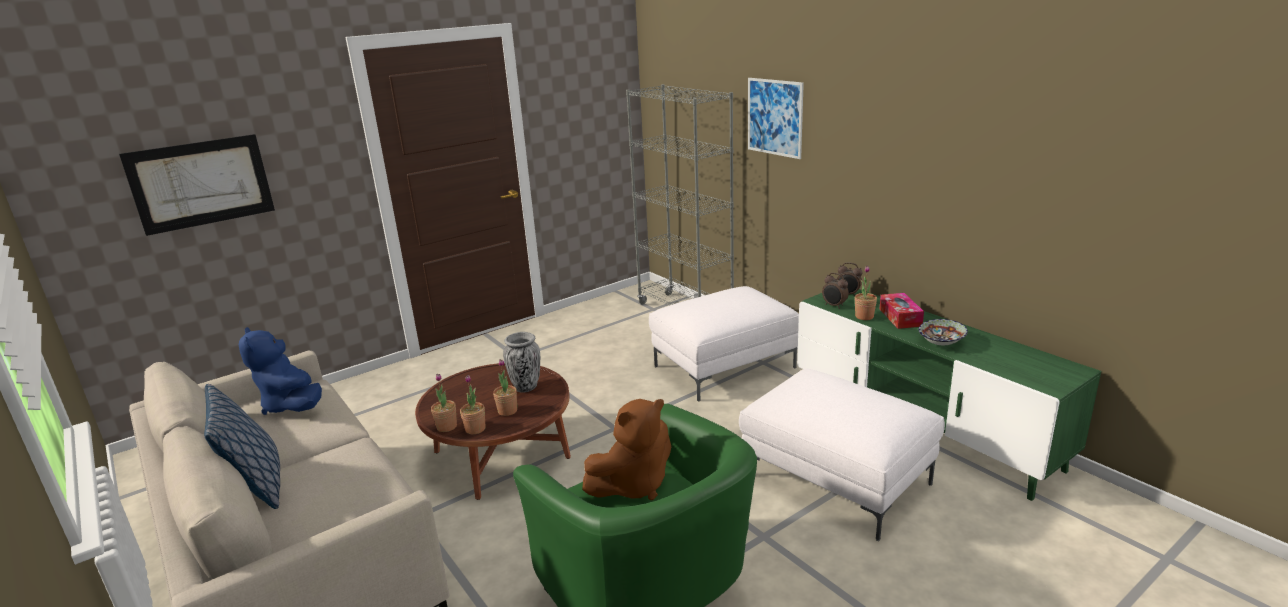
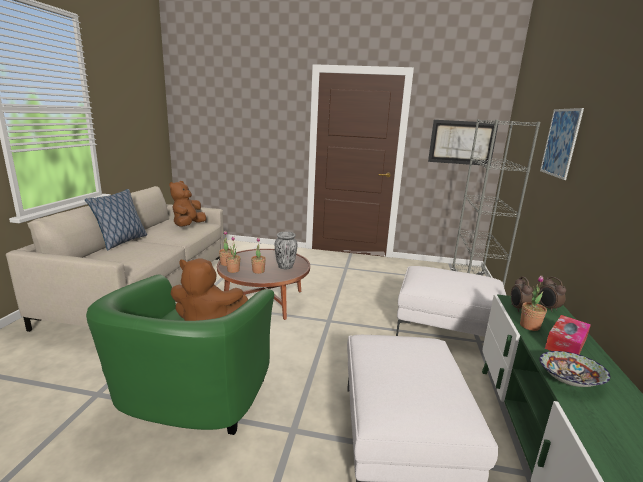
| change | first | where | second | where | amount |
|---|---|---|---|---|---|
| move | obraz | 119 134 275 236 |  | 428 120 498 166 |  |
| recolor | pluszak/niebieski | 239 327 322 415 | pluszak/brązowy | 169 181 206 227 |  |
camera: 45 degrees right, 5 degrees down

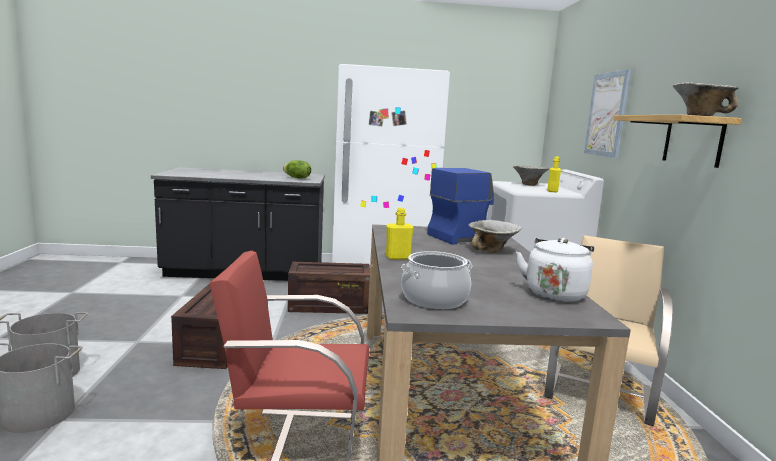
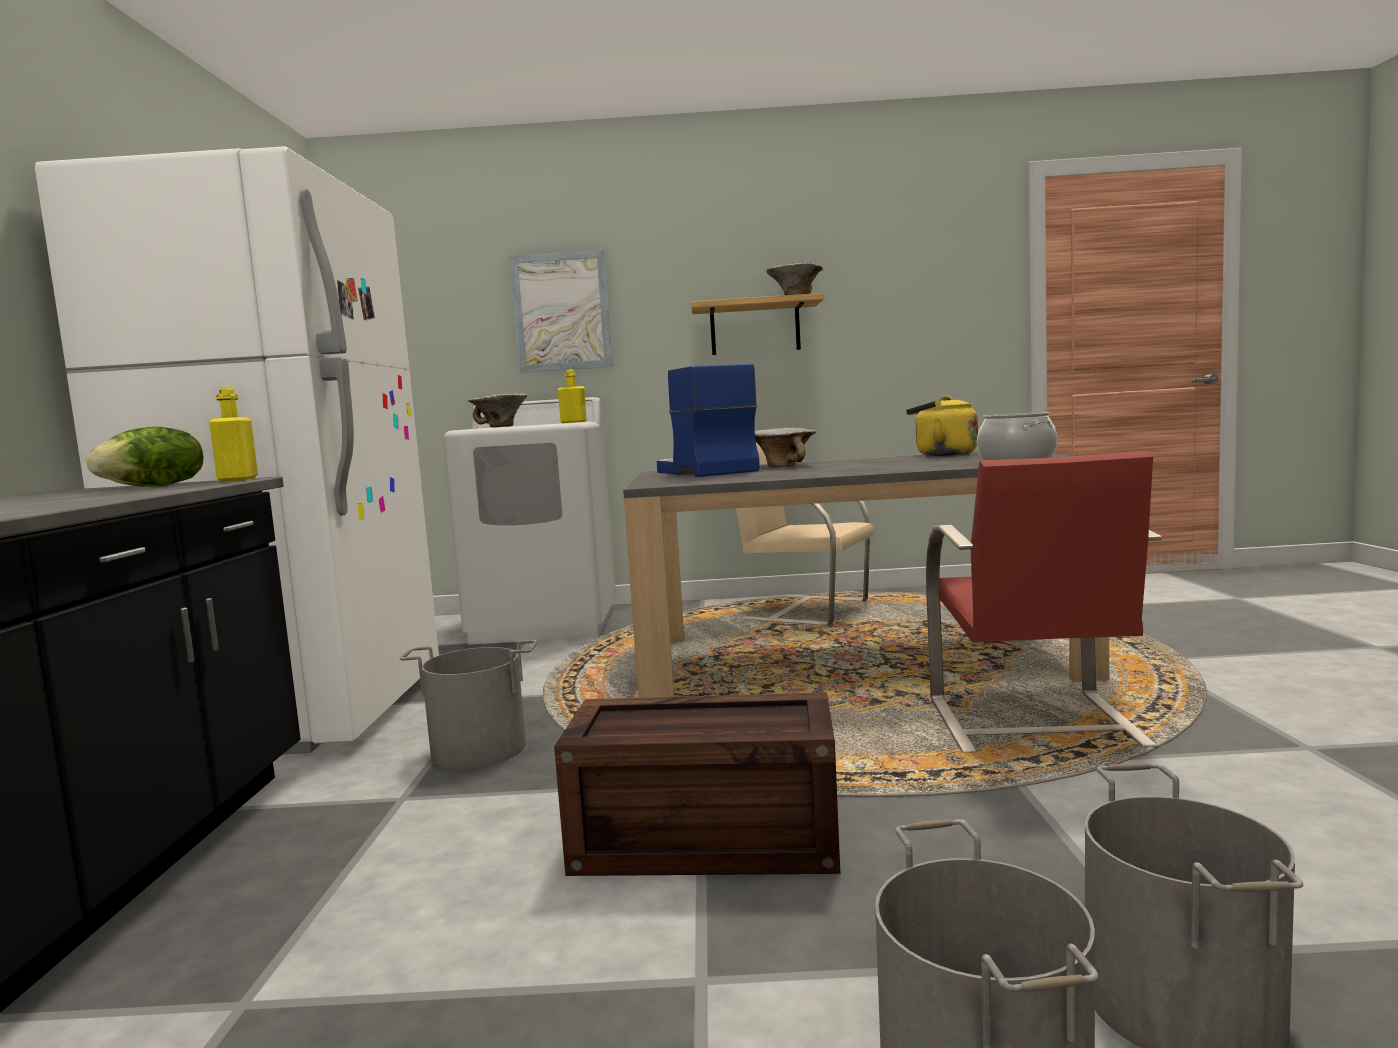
| change | first | where | second | where | amount |
|---|---|---|---|---|---|
| move | butelka/żółty | 386 208 414 260 |  | 209 387 258 482 |  |
| recolor | czajnik/biały | 516 238 594 302 | czajnik/żółty | 906 396 978 456 |  |
| replace | skrzynka | 288 262 370 314 | wiadro/szary | 400 640 537 769 |  |
camera: 85 degrees left, 5 degrees down

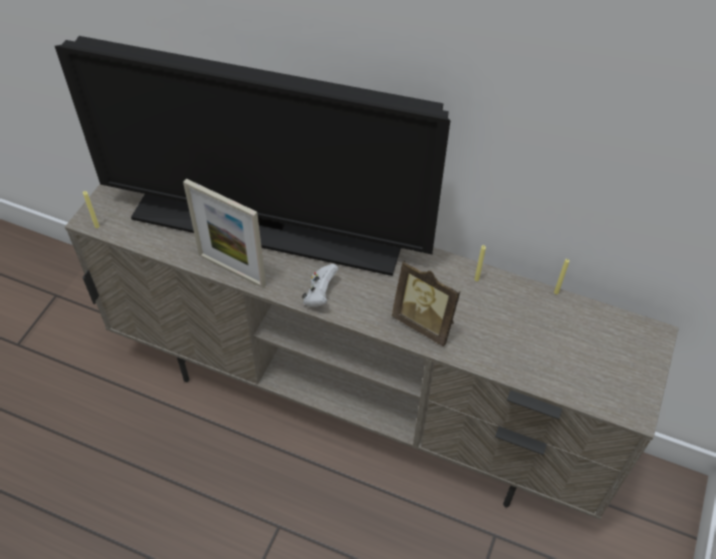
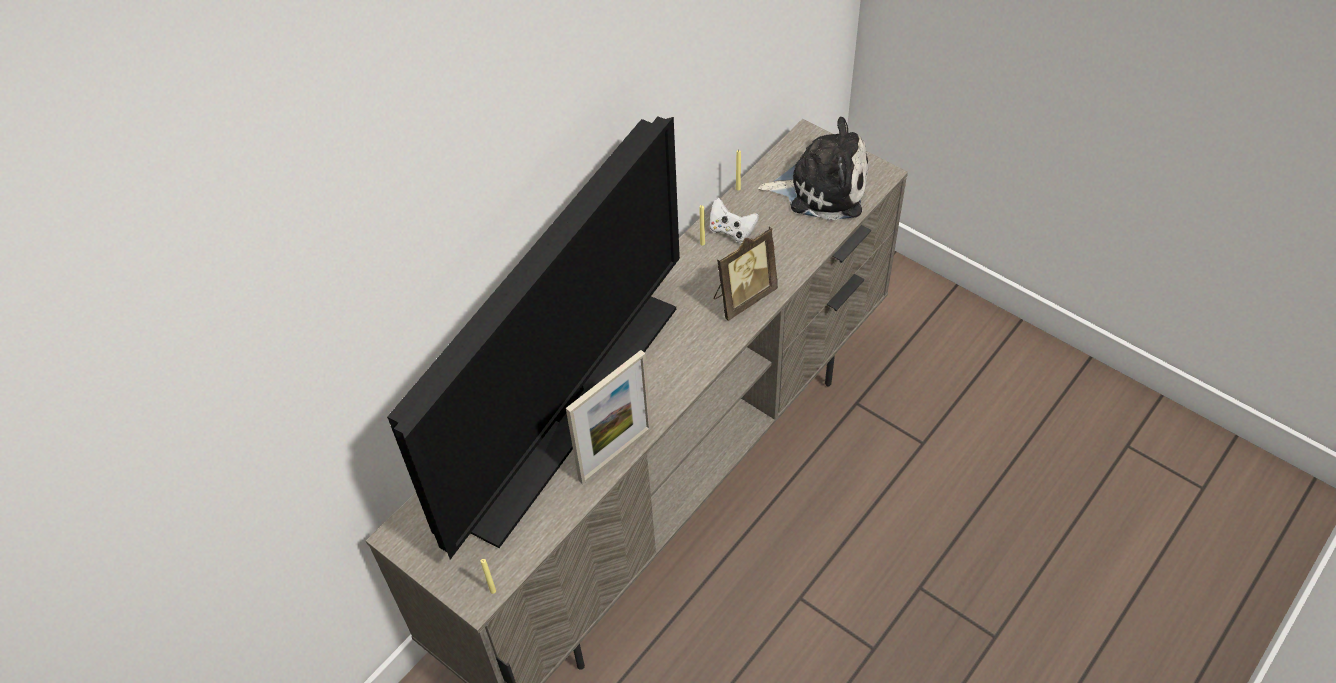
| change | first | where | second | where | amount |
|---|---|---|---|---|---|
| move | pad do gier/biały | 302 264 339 307 |  | 709 198 759 243 |  |
| insert |  |  | pluszak | 758 117 868 221 |  |
camera: 70 degrees left, 0 degrees up

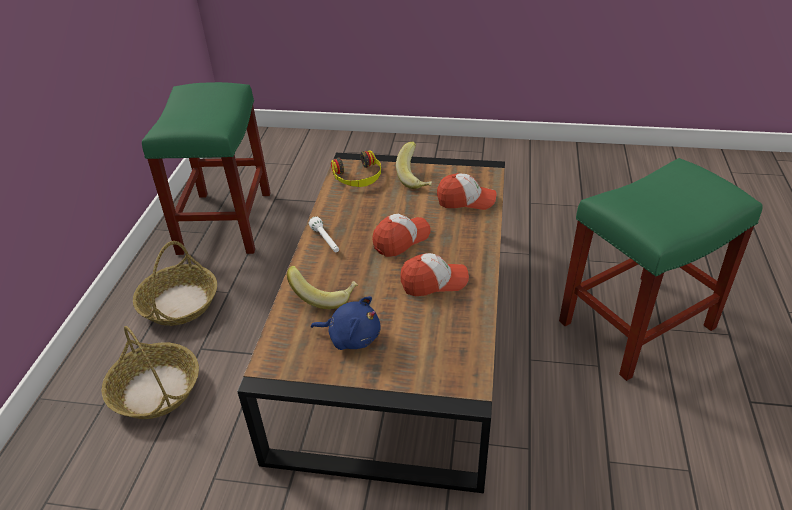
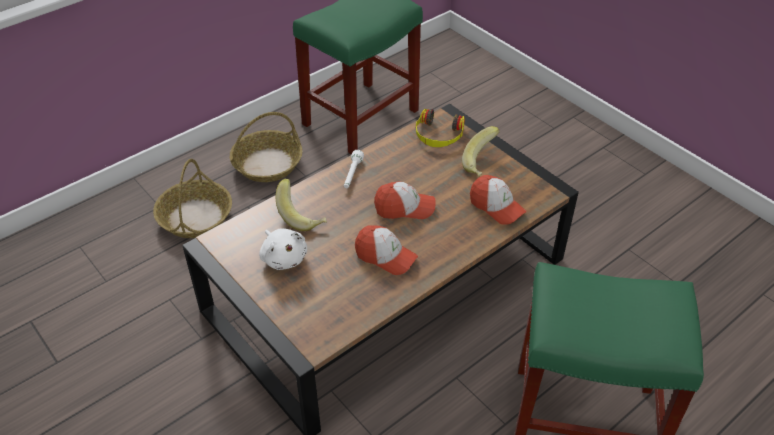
| change | first | where | second | where | amount |
|---|---|---|---|---|---|
| recolor | pluszak/niebieski | 311 296 381 350 | pluszak/biały | 259 228 307 270 |  |
camera: 40 degrees right, 5 degrees up

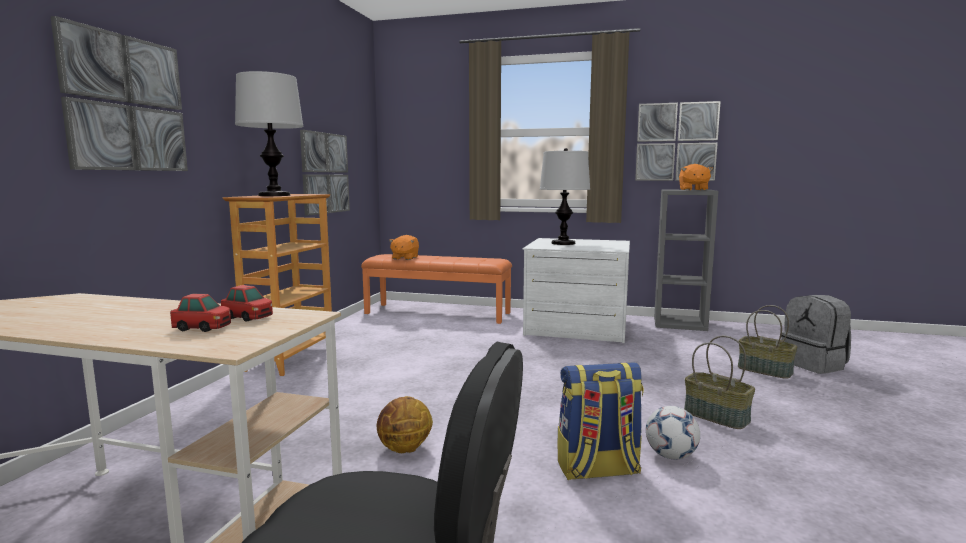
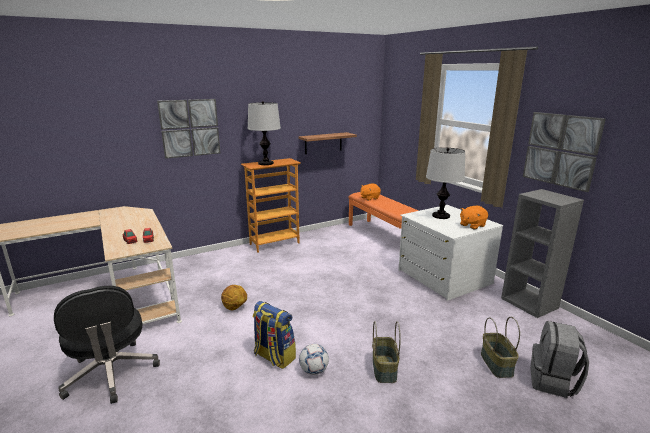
| change | first | where | second | where | amount |
|---|---|---|---|---|---|
| replace | obraz | 300 130 350 216 | półka | 299 132 357 154 |  |
| move | pluszak/pomarańczowy | 679 164 713 190 |  | 460 206 488 229 |  |
camera: 45 degrees right, 10 degrees up

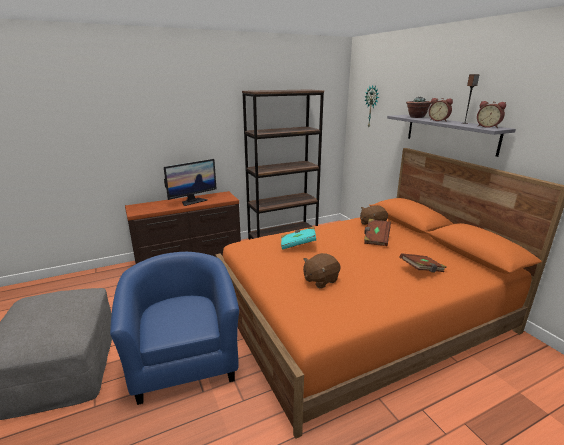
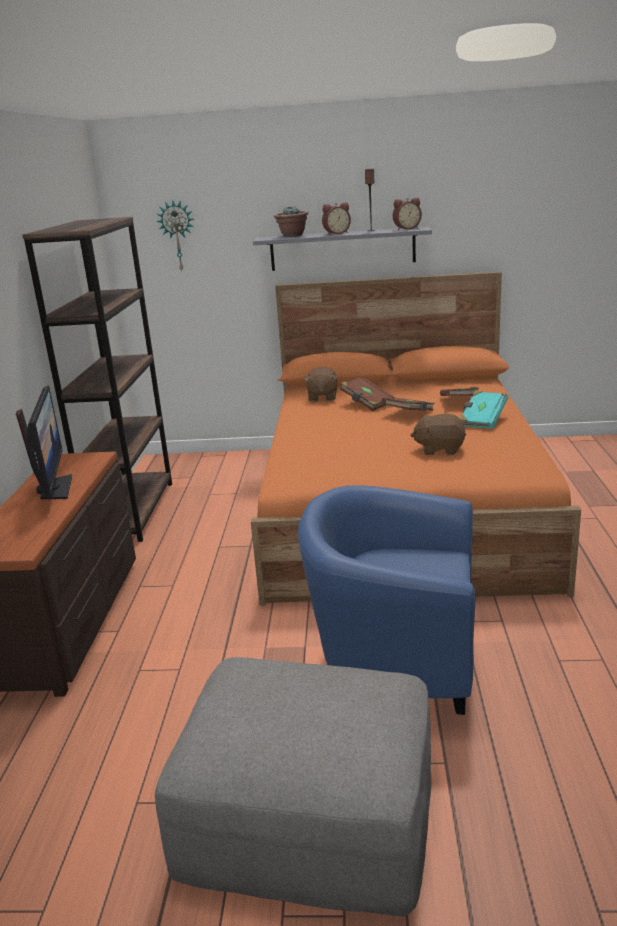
| change | first | where | second | where | amount |
|---|---|---|---|---|---|
| move | książka/turkusowy | 281 227 316 250 |  | 460 390 508 429 |  |
| rotate | pluszak/brązowy | 303 253 341 289 |  | 411 414 466 455 | 105 degrees clockwise |
| insert |  |  | książka/brązowy | 382 398 435 411 |  |
camera: 60 degrees left, 0 degrees up

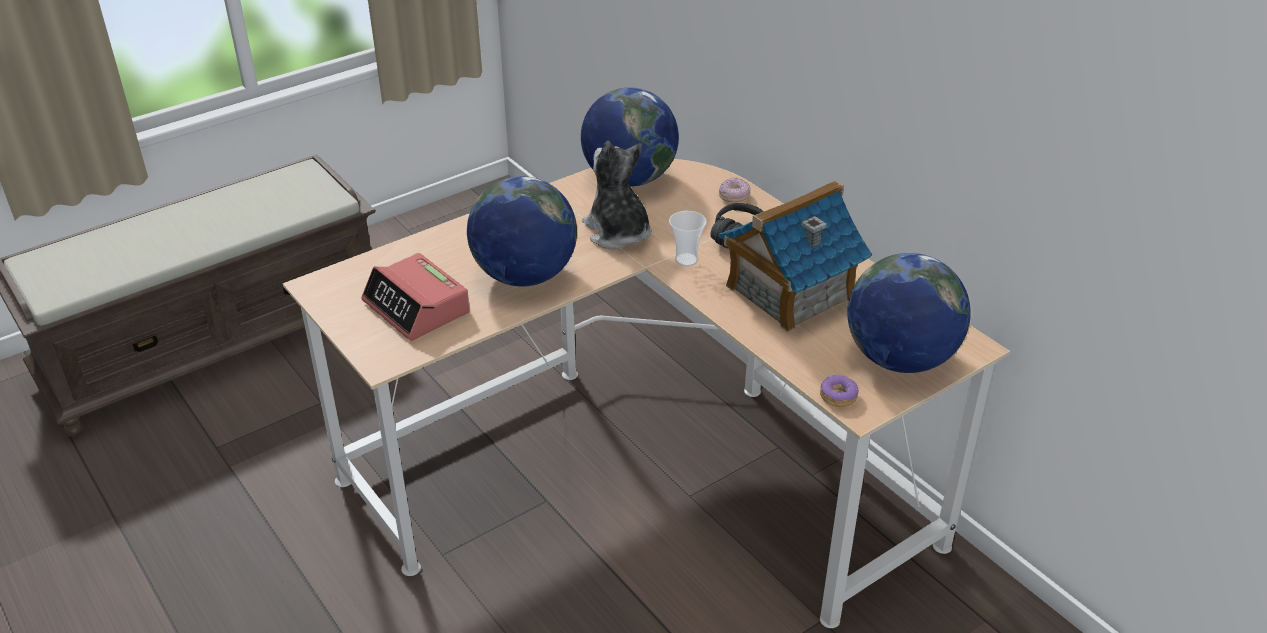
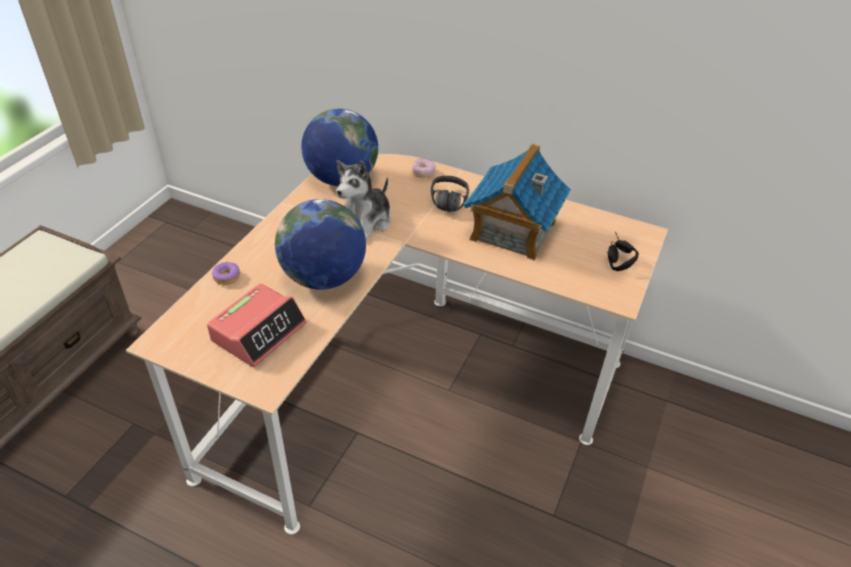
| change | first | where | second | where | amount |
|---|---|---|---|---|---|
| rotate | pluszak | 582 141 651 249 |  | 336 161 391 240 | 90 degrees counterclockwise |
| delete | filiżanka | 669 211 706 267 |  |  |  |
| rotate | budzik | 361 253 470 341 |  | 207 283 307 367 | 75 degrees counterclockwise |
| replace | globus | 847 253 971 373 | słuchawki/czarny | 607 232 639 271 |  |
| move | donut | 820 375 859 407 |  | 212 262 240 285 |  |
camera: 30 degrees left, 5 degrees up

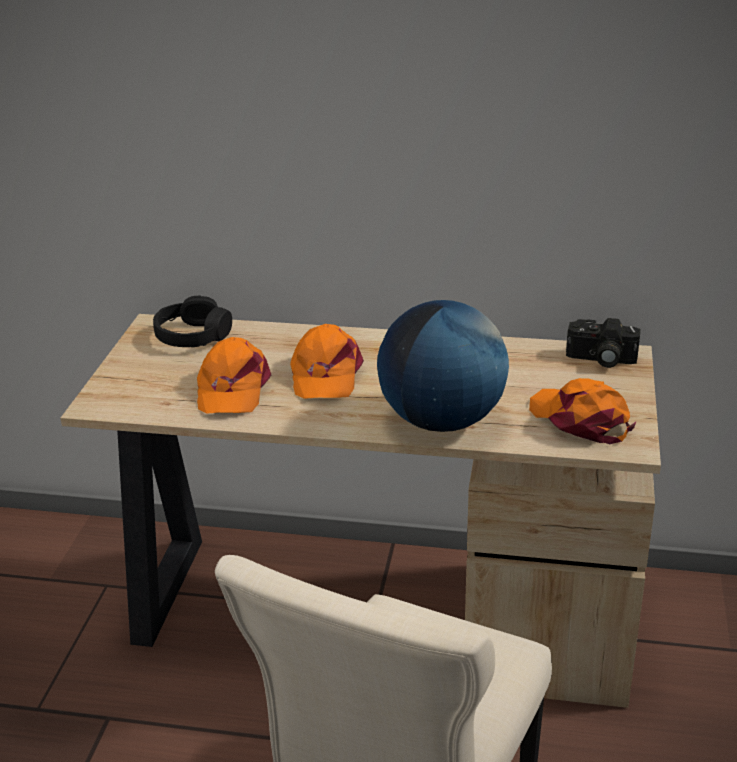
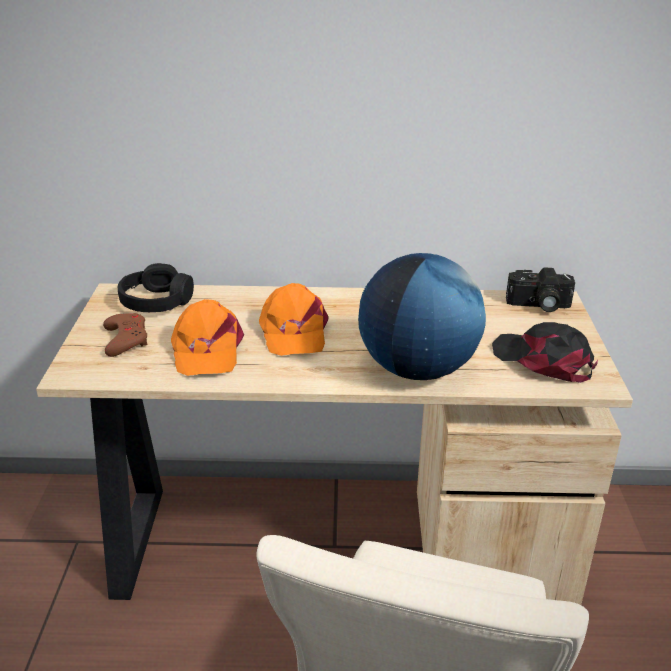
| change | first | where | second | where | amount |
|---|---|---|---|---|---|
| recolor | czapka z daszkiem/pomarańczowy | 529 378 636 444 | czapka z daszkiem/czarny | 492 322 598 383 |  |
| insert |  |  | pad do gier/brązowy | 103 313 147 357 |  |
camera: 10 degrees left, 0 degrees up

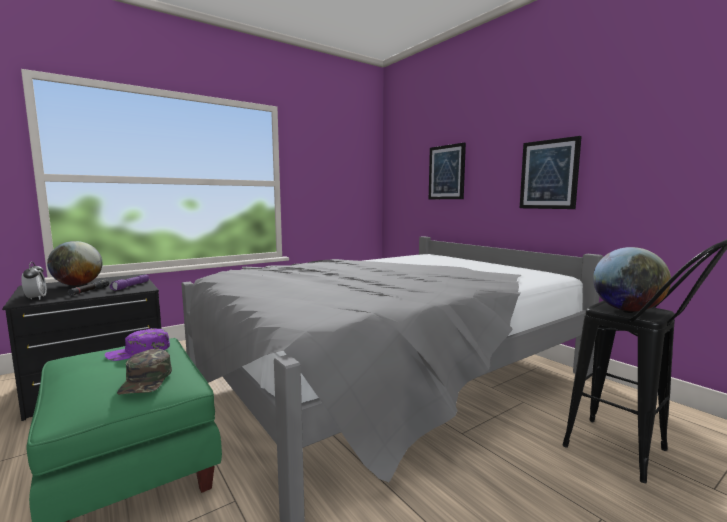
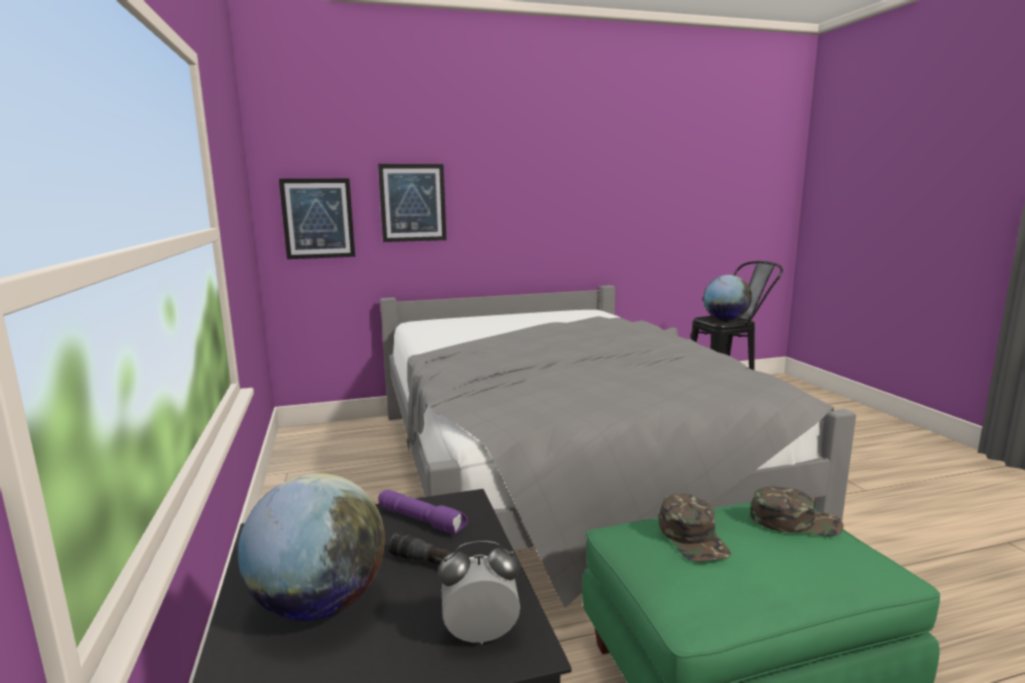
| change | first | where | second | where | amount |
|---|---|---|---|---|---|
| move | obraz | 520 136 582 209 |  | 279 178 355 259 |  |
| recolor | czapka z daszkiem/fioletowy | 105 328 170 361 | czapka z daszkiem/zielony | 659 493 731 562 |  |
camera: 70 degrees left, 5 degrees up

